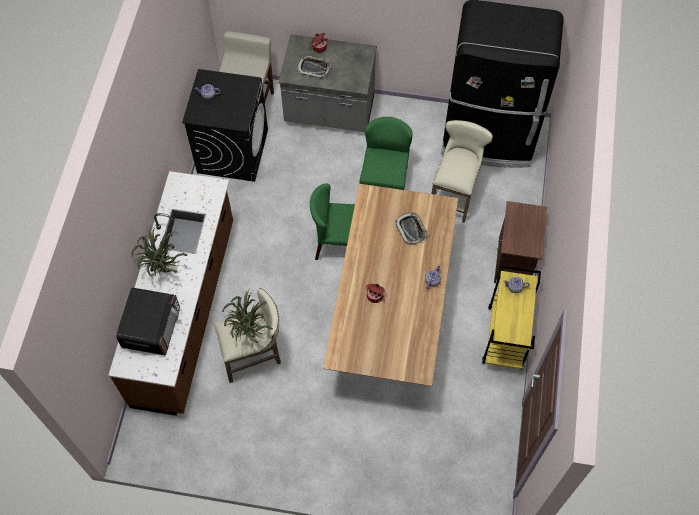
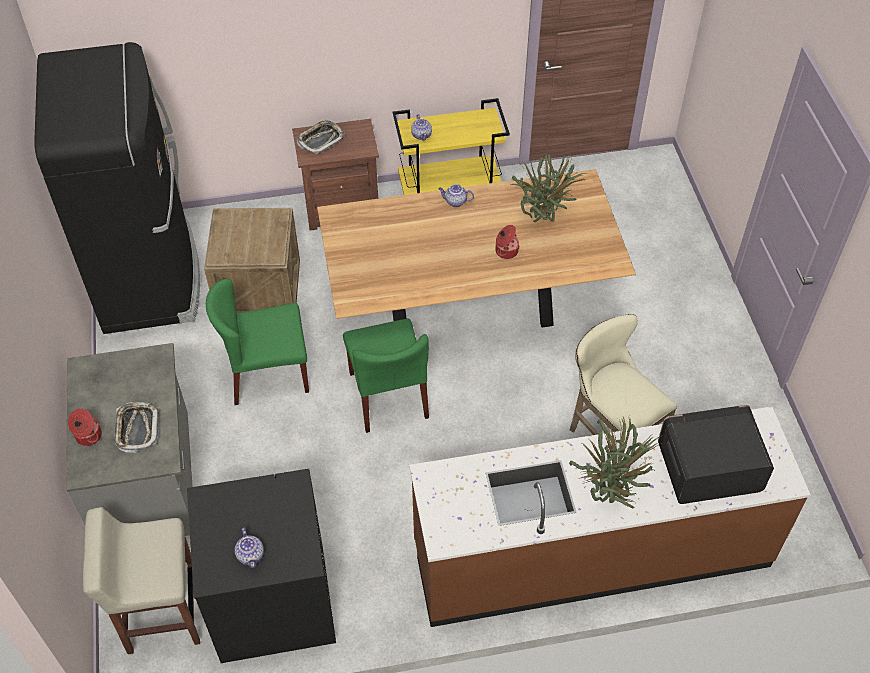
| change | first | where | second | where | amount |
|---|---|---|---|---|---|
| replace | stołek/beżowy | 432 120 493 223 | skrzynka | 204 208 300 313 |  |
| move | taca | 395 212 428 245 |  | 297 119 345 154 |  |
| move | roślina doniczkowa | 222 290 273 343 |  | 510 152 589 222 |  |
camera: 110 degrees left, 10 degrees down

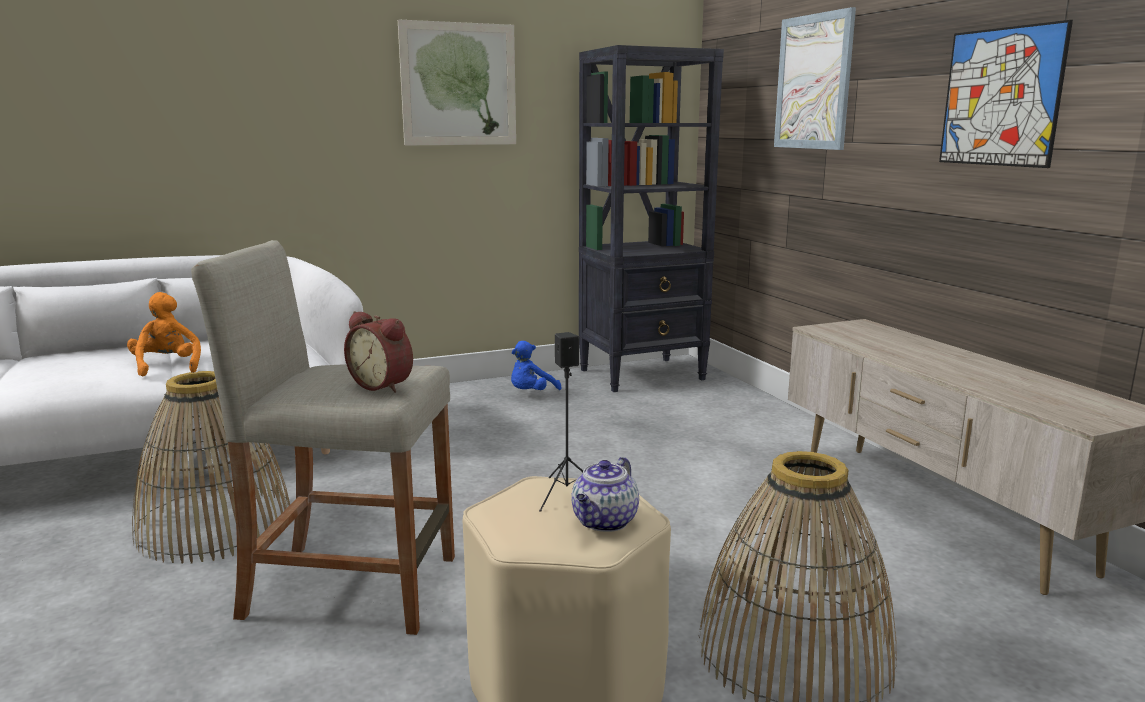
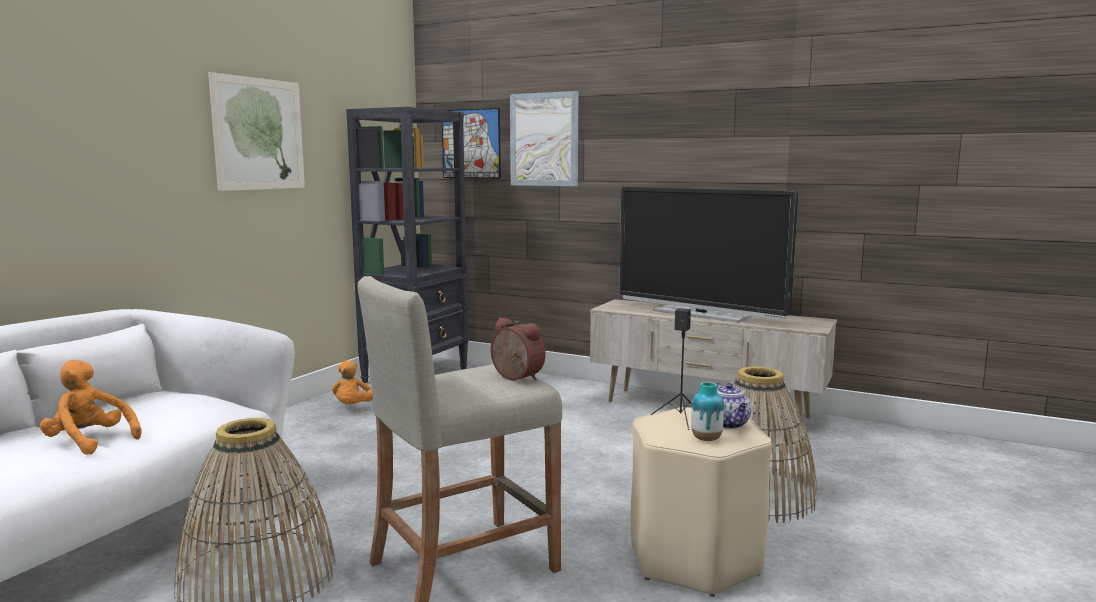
| change | first | where | second | where | amount |
|---|---|---|---|---|---|
| move | obraz | 939 20 1073 168 |  | 442 108 501 179 |  |
| rotate | budzik | 344 311 413 393 |  | 491 317 546 381 | 135 degrees counterclockwise |
| recolor | pluszak/niebieski | 511 341 561 390 | pluszak/pomarańczowy | 332 361 373 404 |  |
| insert |  |  | telewizor | 619 187 798 323 |  |
| insert |  |  | wazon | 691 382 724 441 |  |
camera: 40 degrees left, 5 degrees down

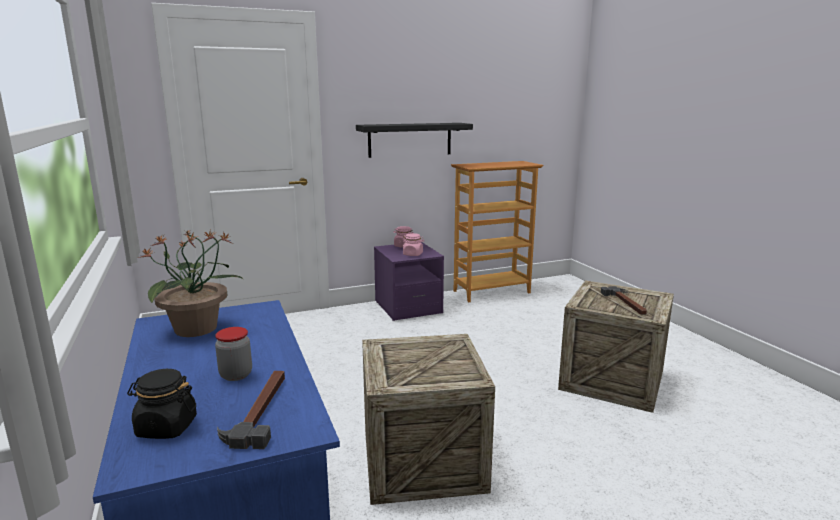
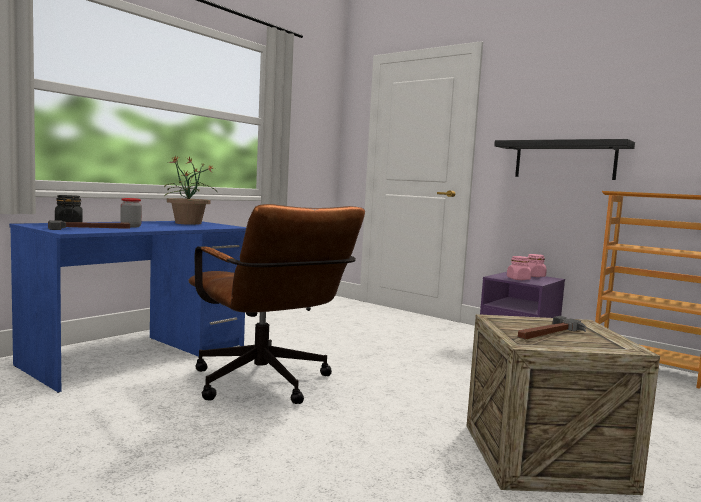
| change | first | where | second | where | amount |
|---|---|---|---|---|---|
| replace | skrzynka | 362 334 495 505 | krzesło biurowe/brązowy | 189 204 365 404 |  |
camera: 60 degrees right, 10 degrees down

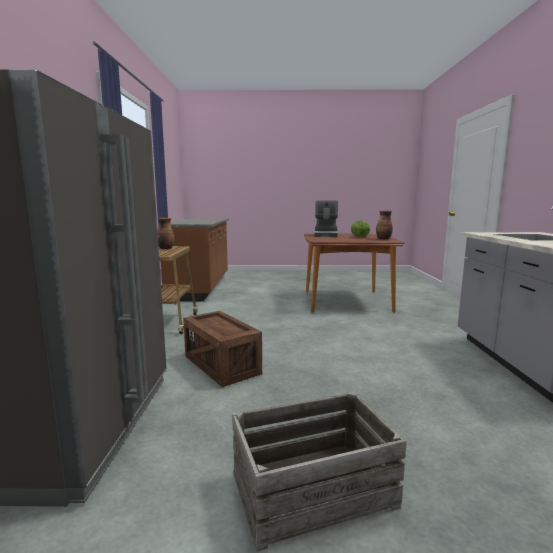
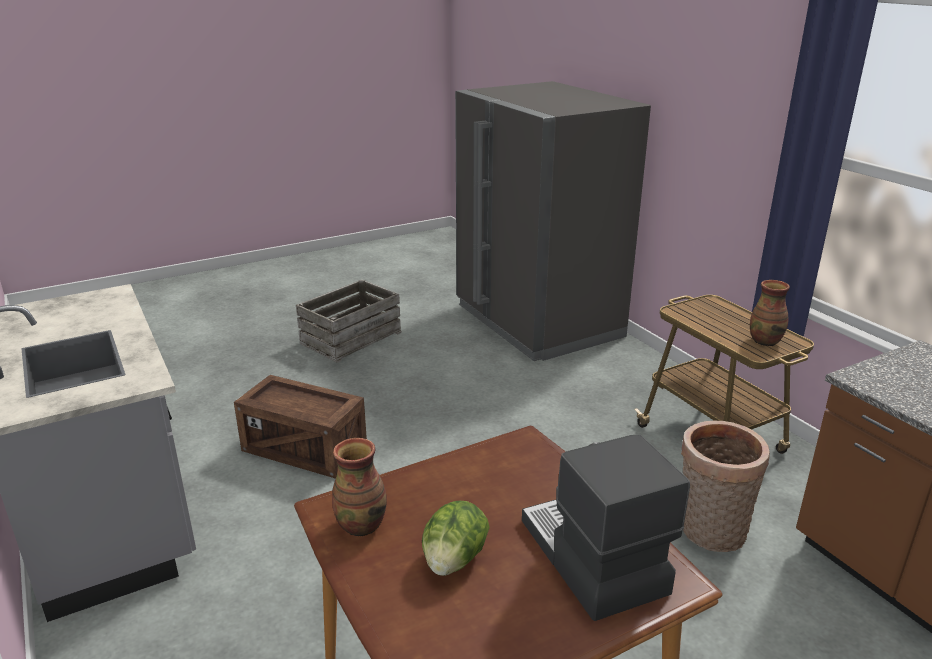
| change | first | where | second | where | amount |
|---|---|---|---|---|---|
| move | skrzynka | 183 311 262 387 |  | 234 375 367 479 |  |
| insert |  |  | koszyk | 681 421 770 552 |  |
camera: 150 degrees right, 15 degrees up

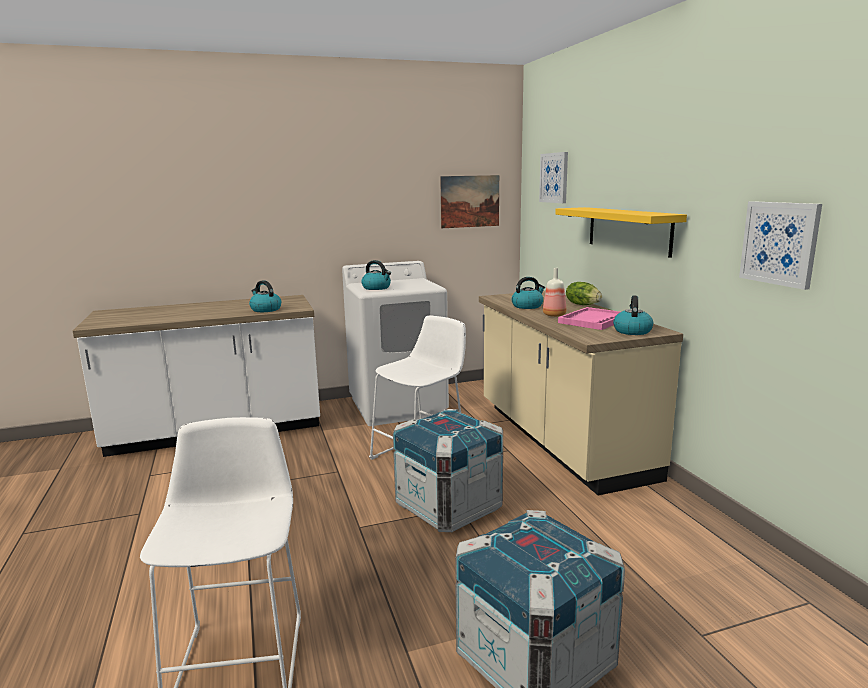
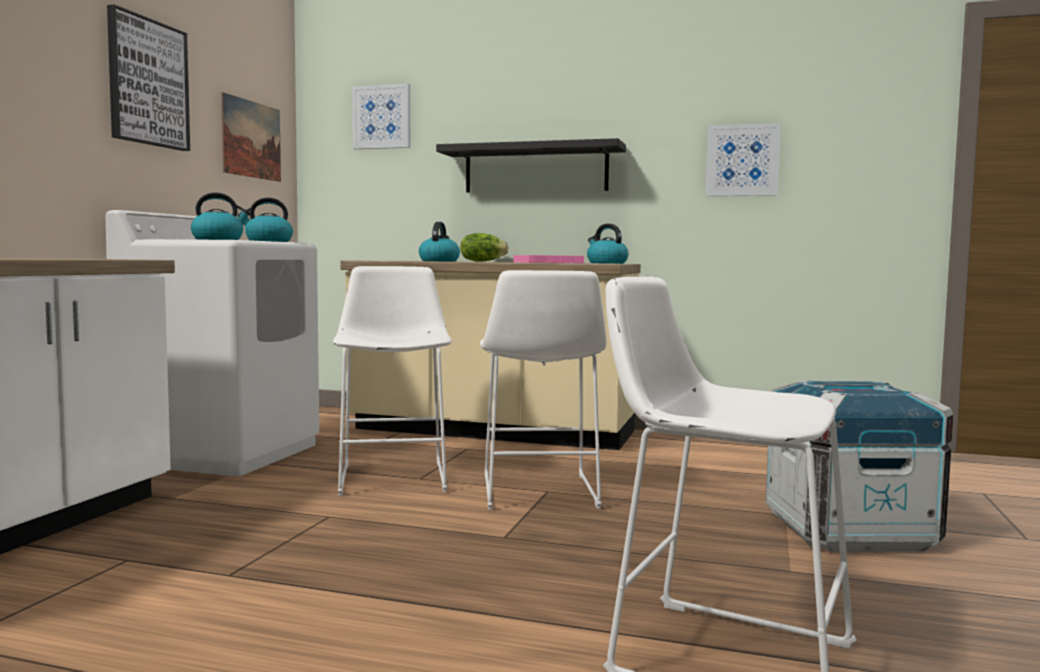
| change | first | where | second | where | amount |
|---|---|---|---|---|---|
| recolor | półka/żółty | 555 207 687 258 | półka/czarny | 436 138 626 193 |  |
| delete | butelka | 543 268 566 317 |  |  |  |
| move | czajnik | 249 280 281 312 |  | 238 198 293 242 |  |
| replace | skrzynka | 393 409 503 532 | stołek/biały | 480 270 607 510 |  |
| insert |  |  | obraz | 107 4 190 151 |  |
camera: 55 degrees left, 10 degrees down

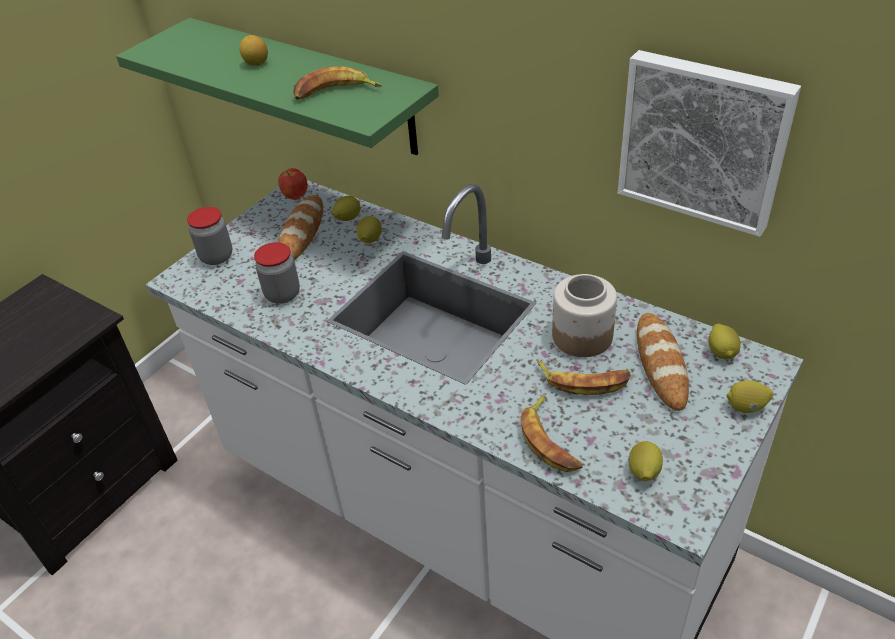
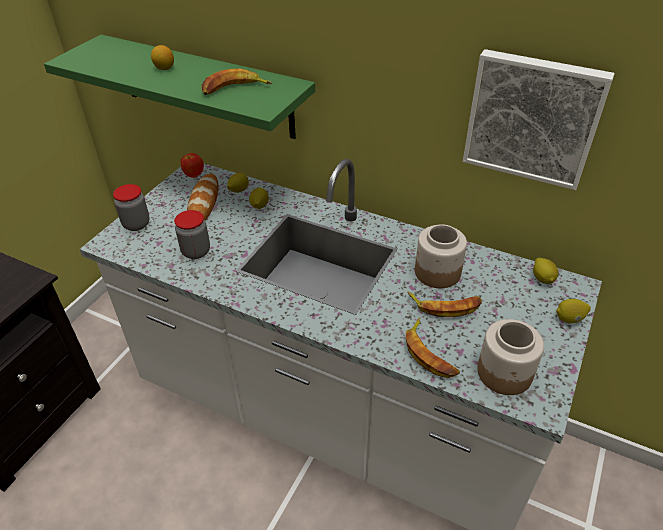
| change | first | where | second | where | amount |
|---|---|---|---|---|---|
| delete | chleb | 637 313 689 411 |  |  |  |
| replace | cytryna | 628 441 663 482 | słoik | 477 319 544 395 |  |
camera: 10 degrees left, 0 degrees up

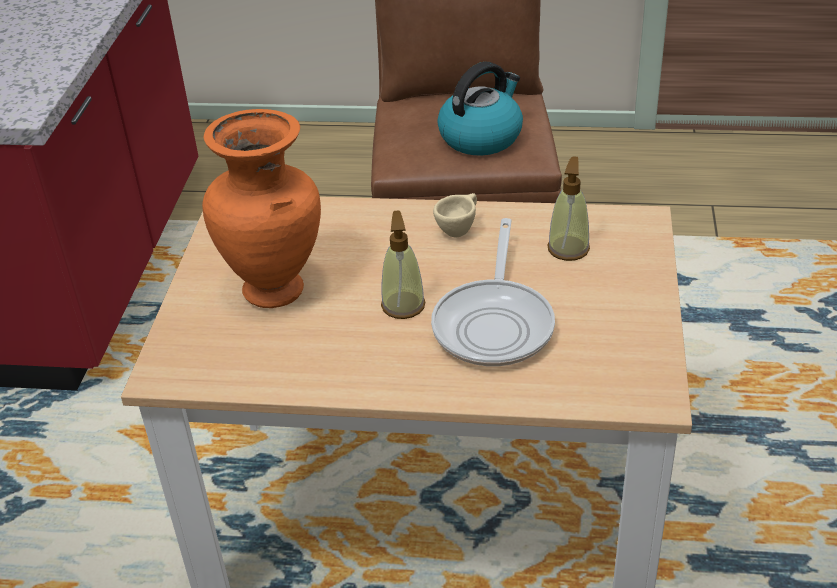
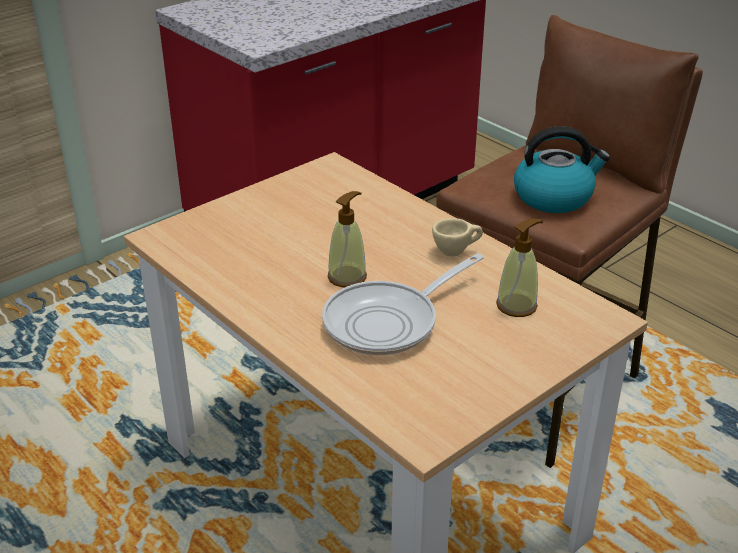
| change | first | where | second | where | amount |
|---|---|---|---|---|---|
| delete | wazon/pomarańczowy | 202 109 321 308 |  |  |  |
camera: 40 degrees right, 5 degrees down

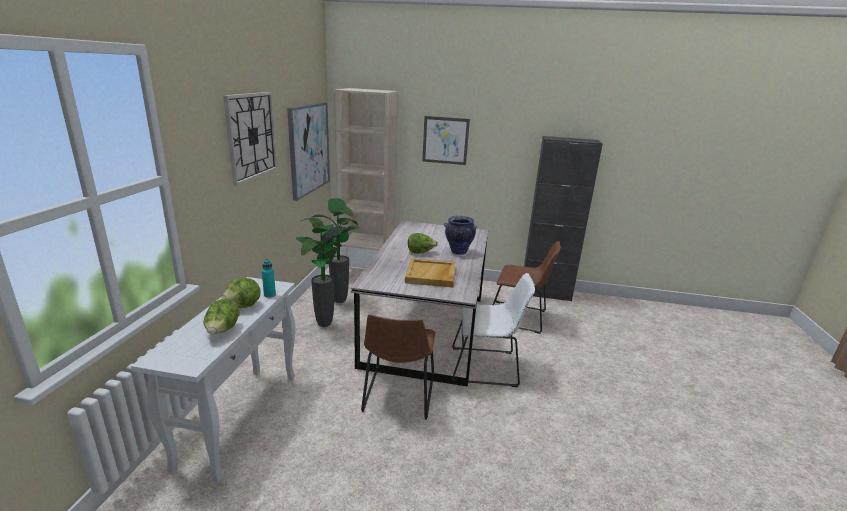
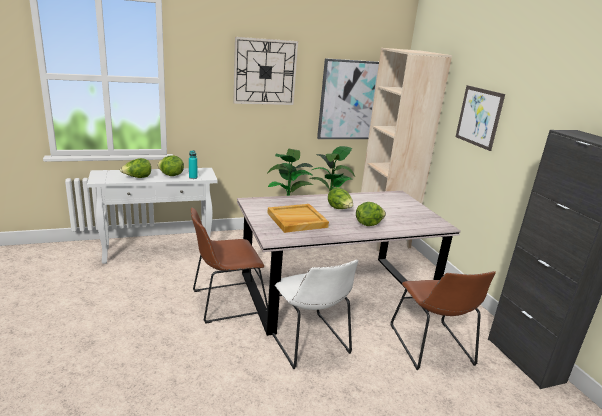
| change | first | where | second | where | amount |
|---|---|---|---|---|---|
| replace | wazon | 444 216 478 255 | sałata | 356 202 386 226 |  |
camera: 60 degrees right, 0 degrees up

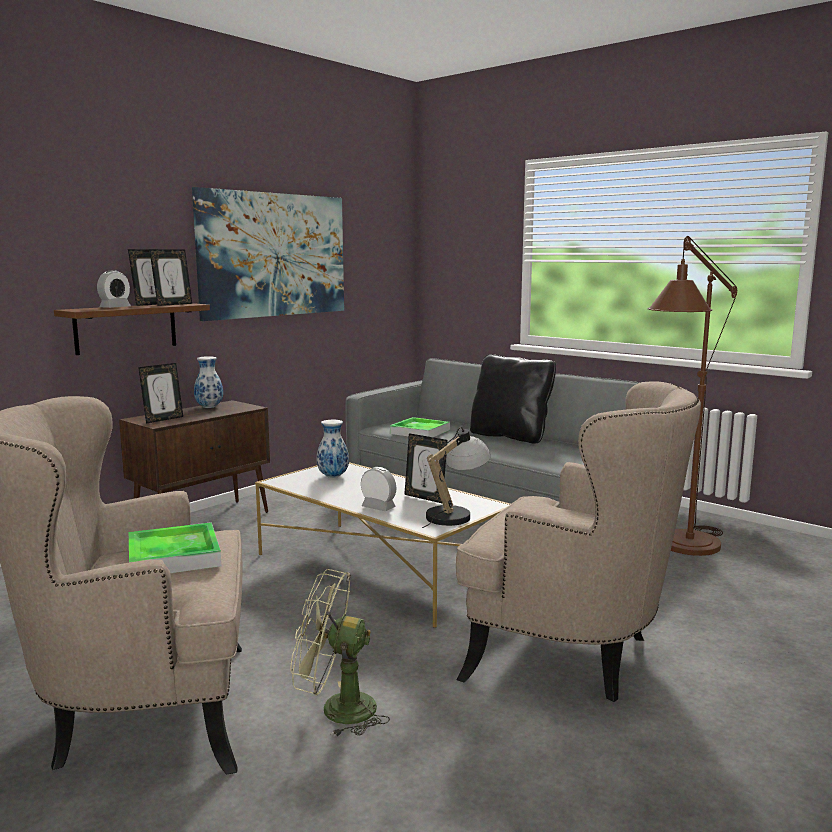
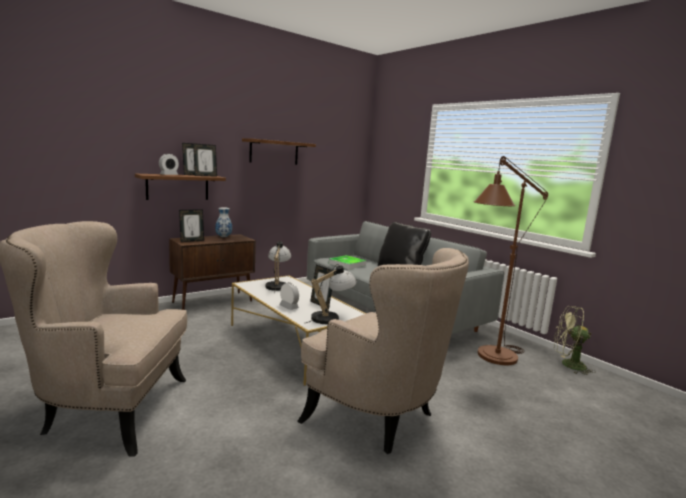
| change | first | where | second | where | amount |
|---|---|---|---|---|---|
| replace | obraz | 192 187 344 321 | półka/brązowy | 242 138 316 165 |  |
| replace | wazon | 317 420 349 478 | lampa stołowa | 265 240 291 293 |  |
| delete | taca | 129 522 221 573 |  |  |  |
| move | wentylator/zielony | 290 569 390 737 |  | 553 306 596 375 |  |
camera: 10 degrees right, 0 degrees up

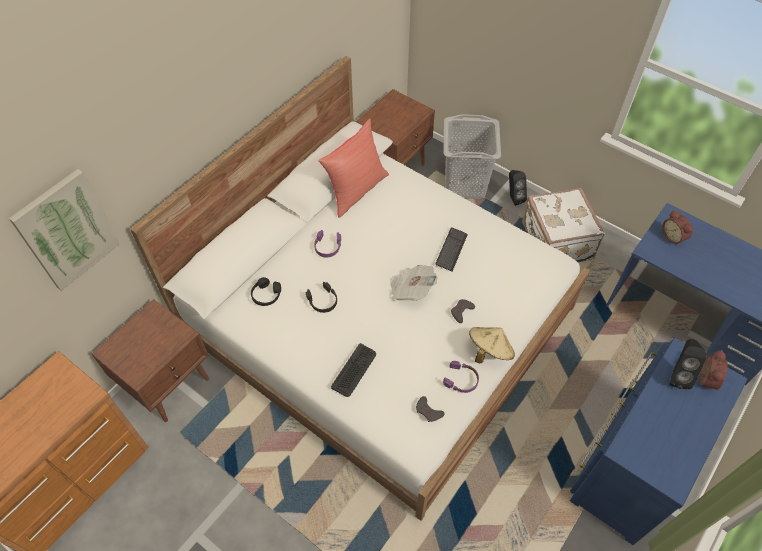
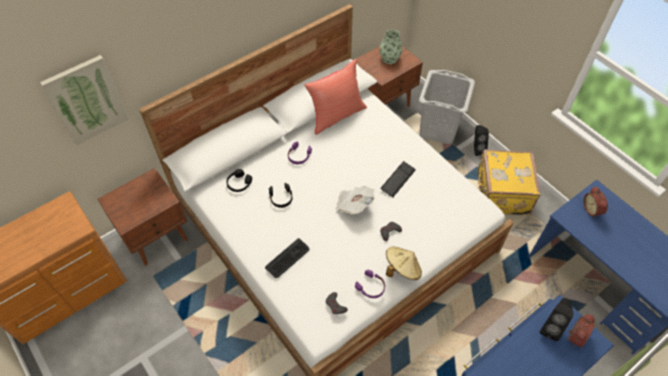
| change | first | where | second | where | amount |
|---|---|---|---|---|---|
| recolor | walizka/biały | 522 188 605 262 | walizka/żółty | 477 149 541 215 |  |
| insert |  |  | wazon | 380 30 403 64 |  |
camera: 15 degrees right, 0 degrees up

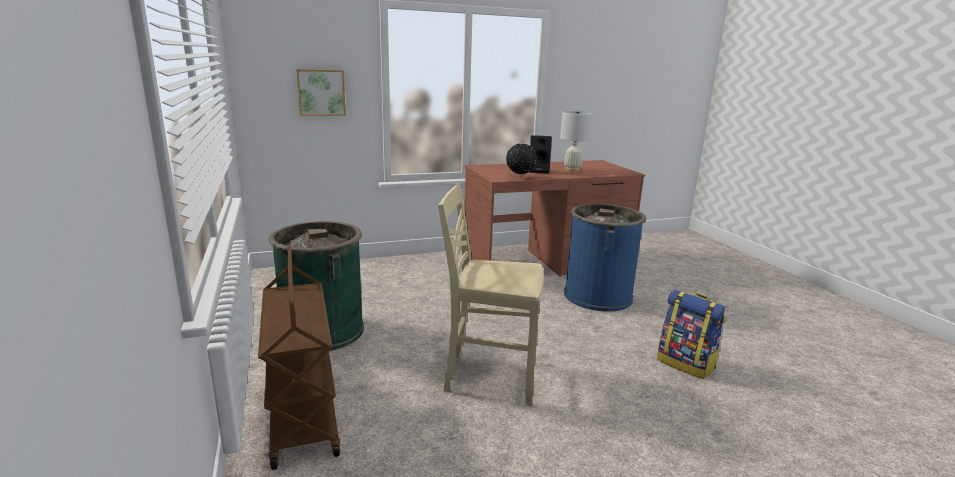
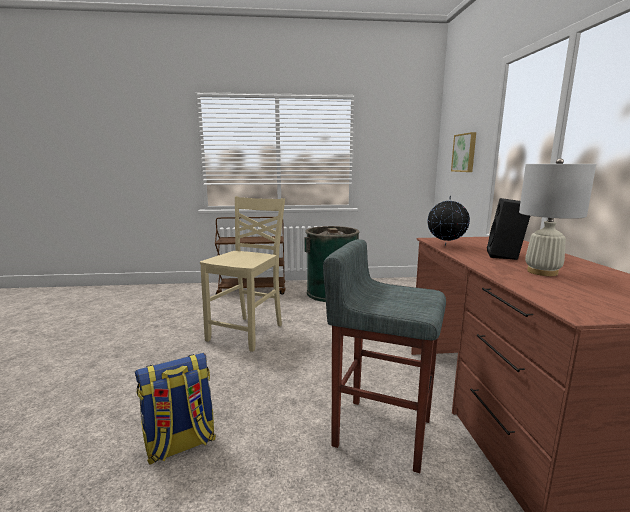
| change | first | where | second | where | amount |
|---|---|---|---|---|---|
| replace | kosz na śmieci/niebieski | 564 204 646 312 | stołek/szary | 323 239 446 473 |  |
camera: 105 degrees right, 5 degrees down

